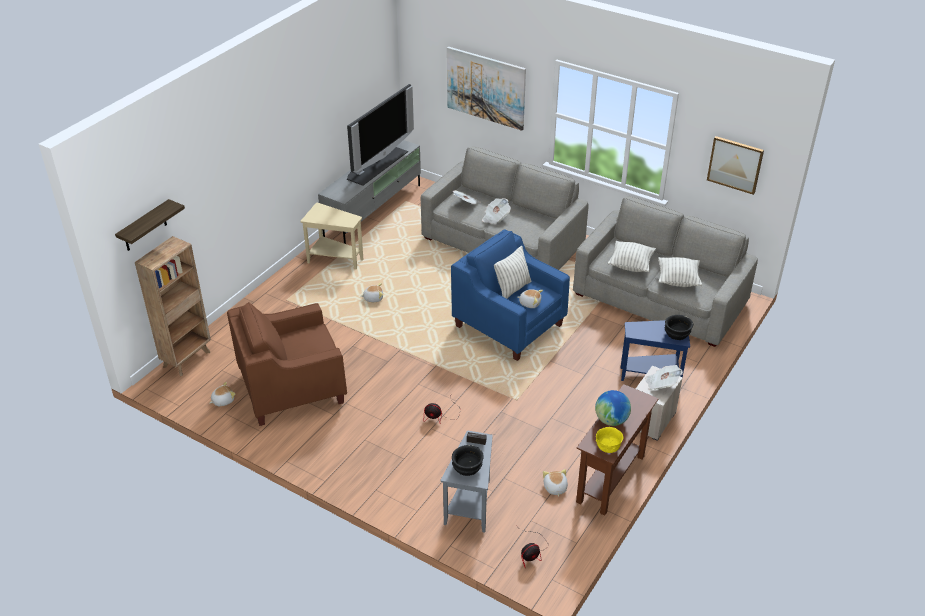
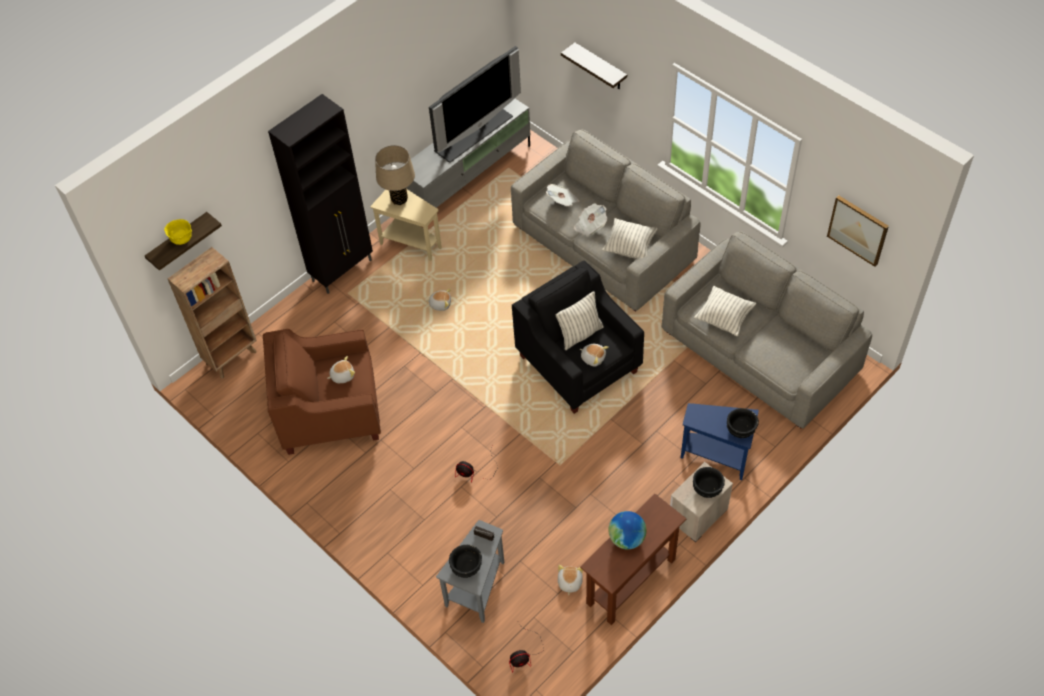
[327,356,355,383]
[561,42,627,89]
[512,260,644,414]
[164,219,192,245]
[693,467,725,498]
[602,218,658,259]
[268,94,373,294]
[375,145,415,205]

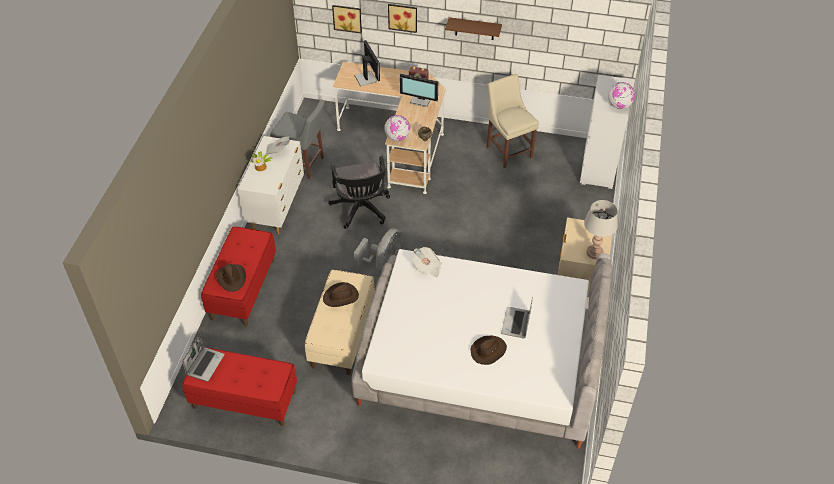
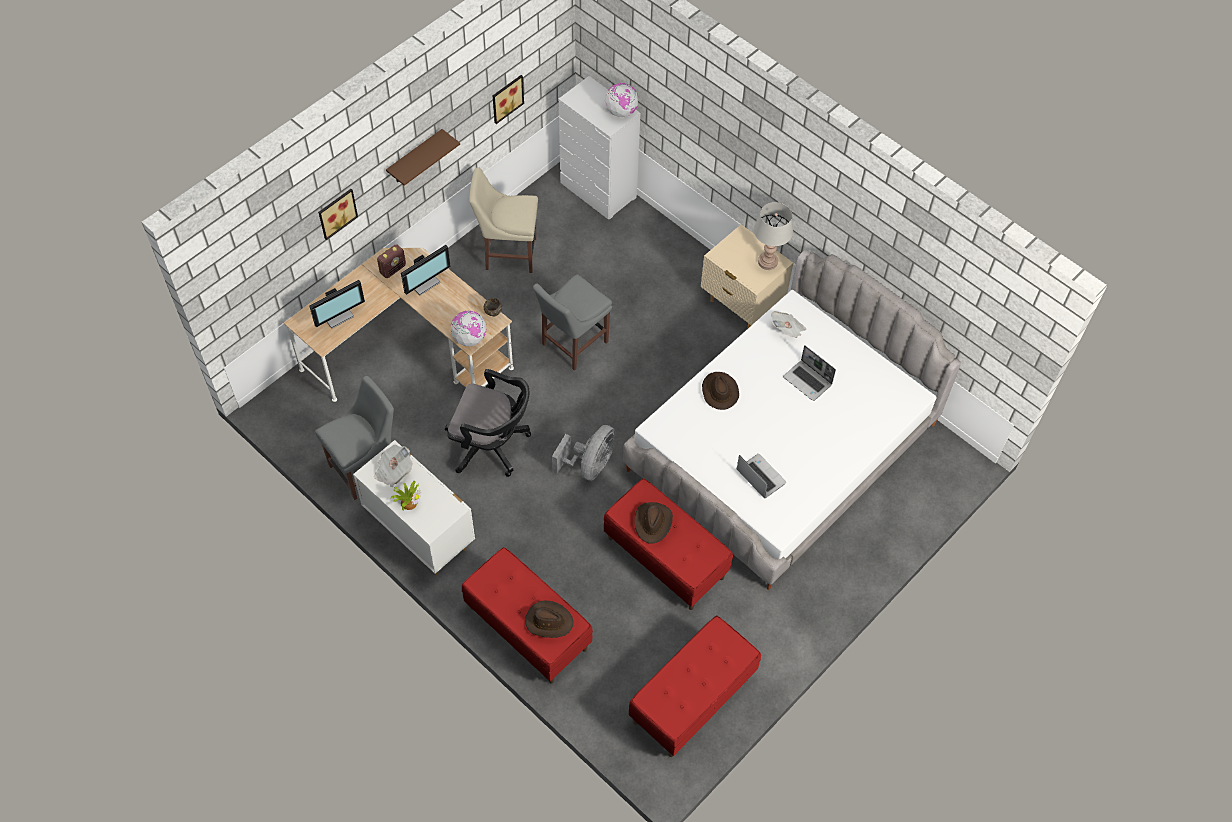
[737,454,786,499]
[604,478,733,610]
[493,75,524,124]
[552,425,615,481]
[309,280,365,329]
[771,311,806,338]
[702,372,739,410]
[533,274,612,371]

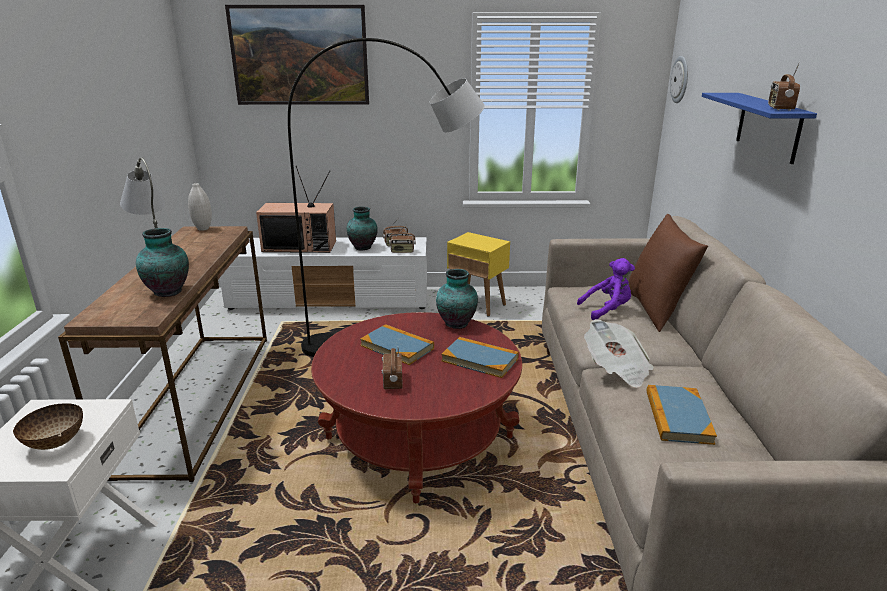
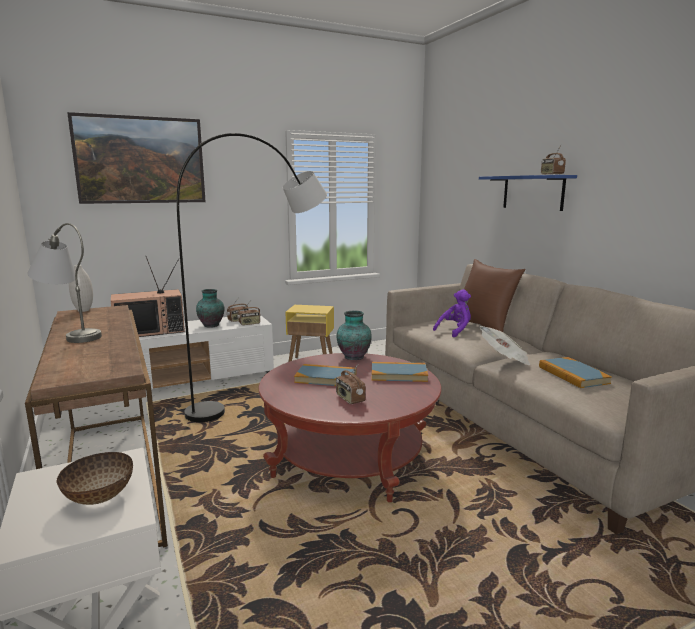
[136,228,189,297] (first image)
[670,56,688,103] (first image)

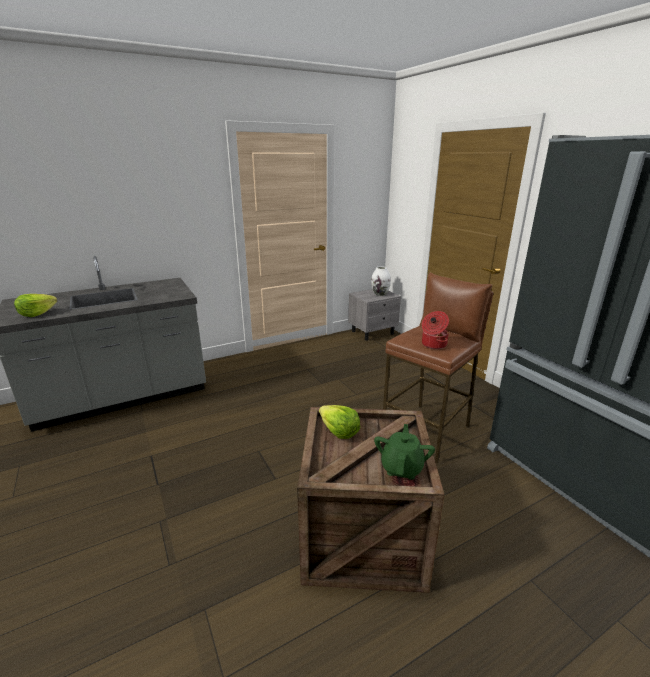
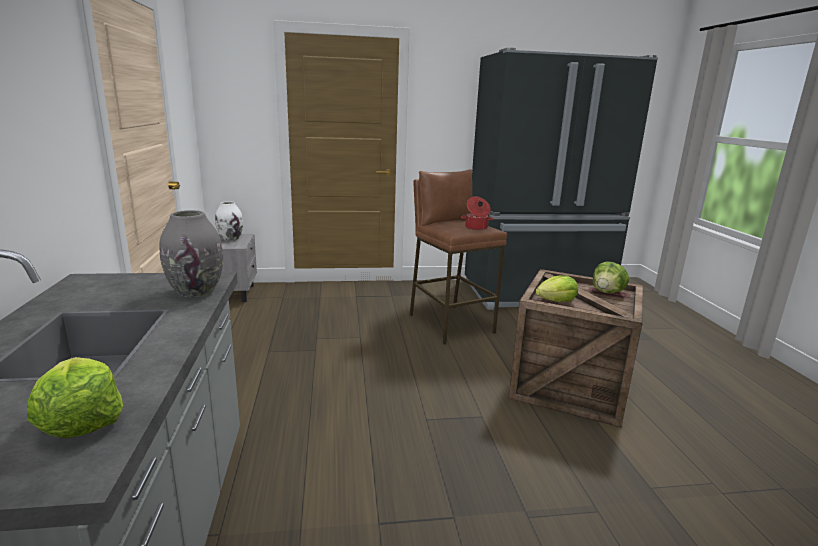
[593,261,629,293]
[160,210,223,297]

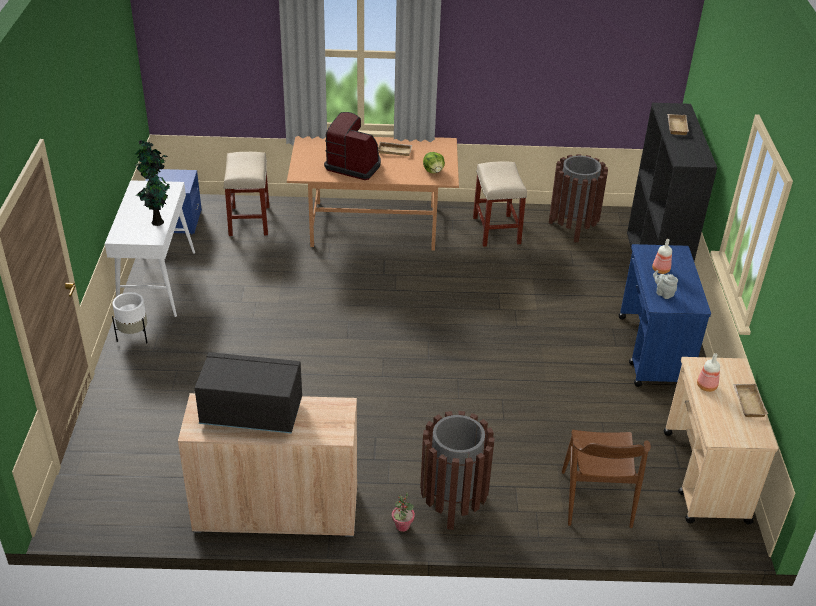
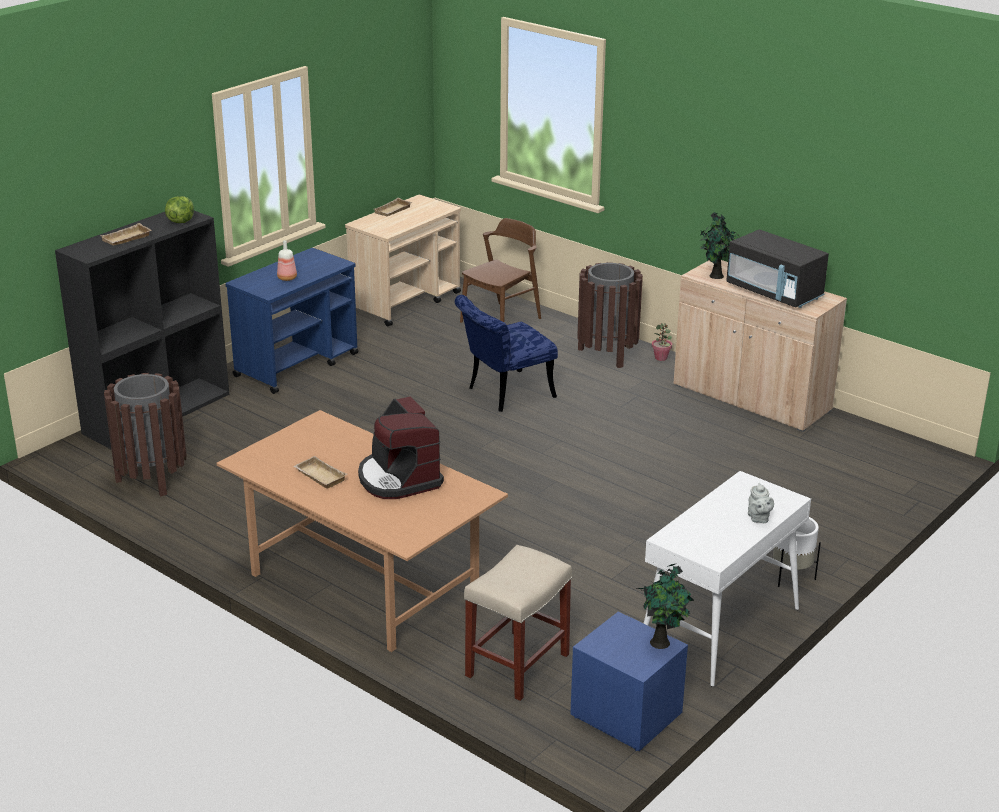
[699,212,740,279]
[165,196,194,223]
[473,161,527,247] (first image)
[748,483,774,523]
[697,353,720,392] (first image)
[455,295,558,412]

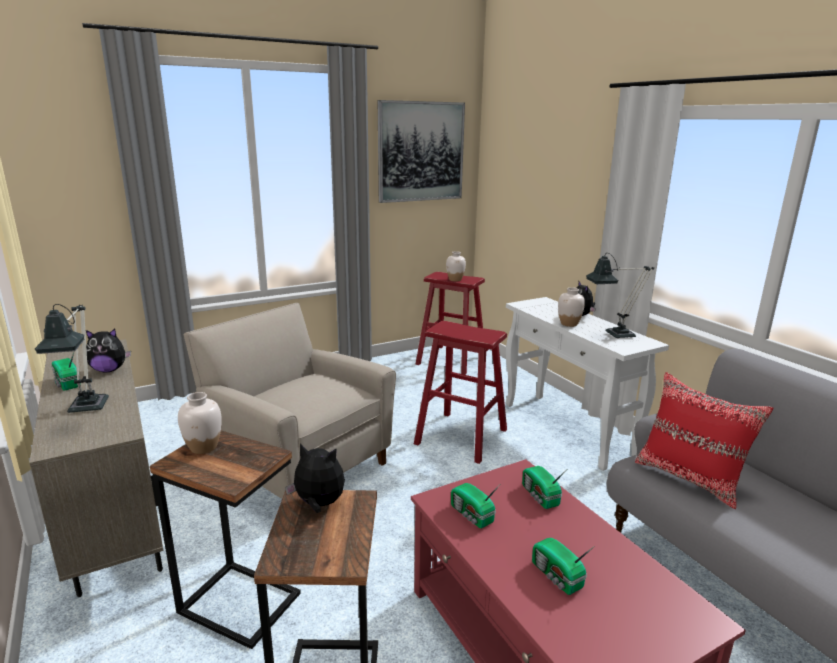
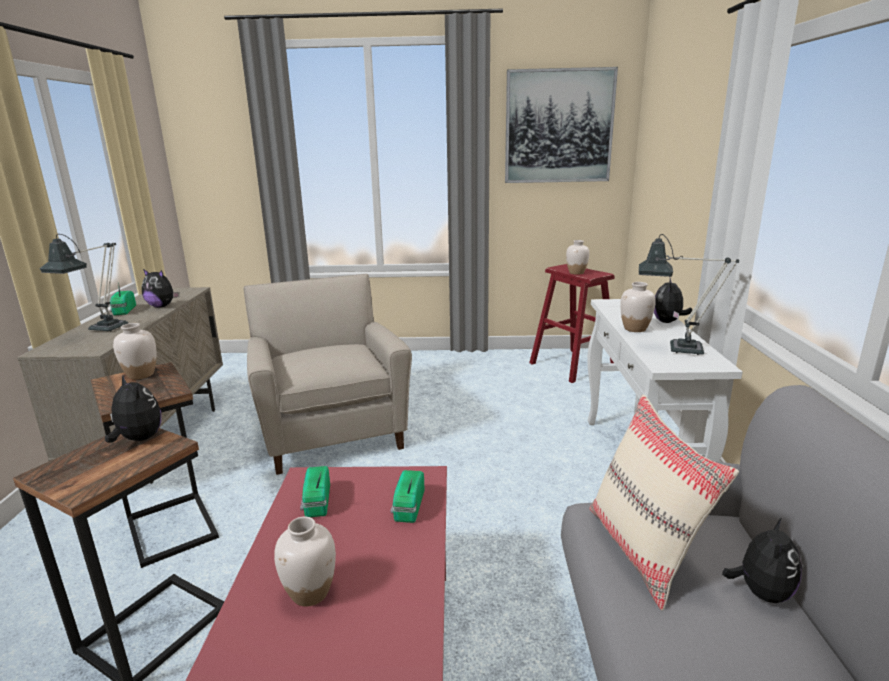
[414,321,507,464] (first image)
[274,516,336,607]
[590,395,739,611]
[722,517,802,603]

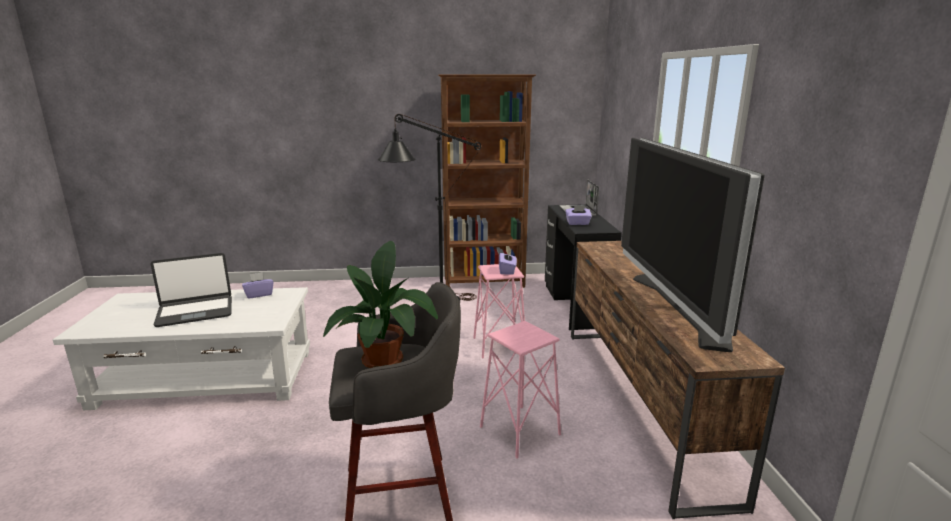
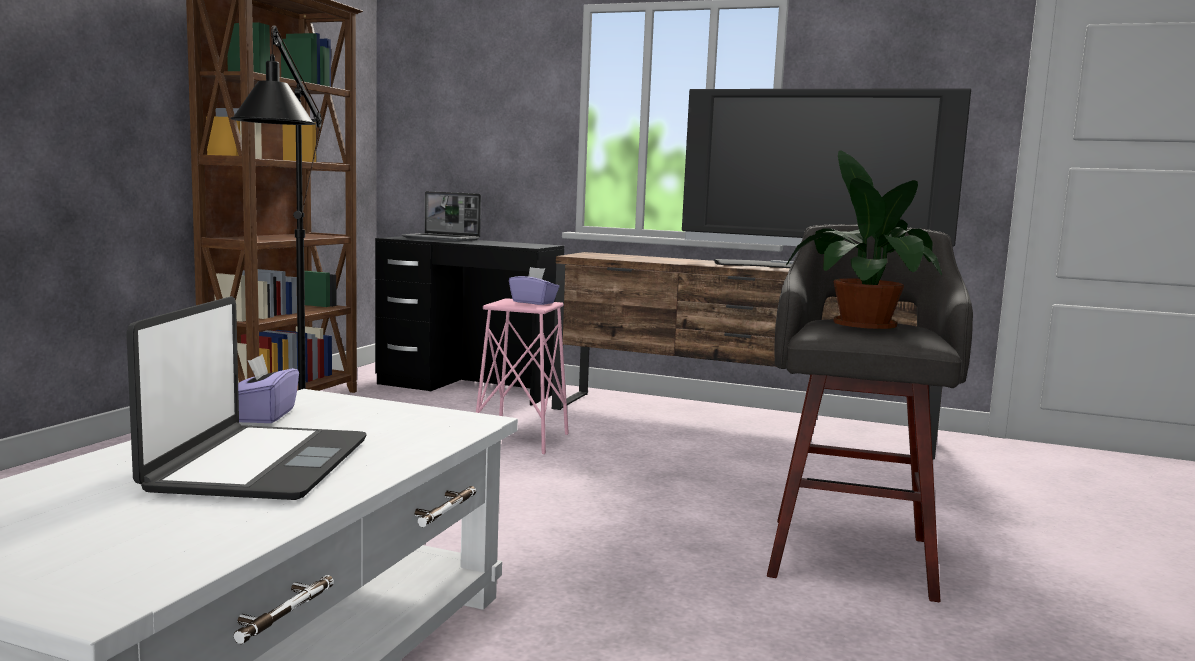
[480,321,561,459] (first image)
[565,206,592,225] (first image)

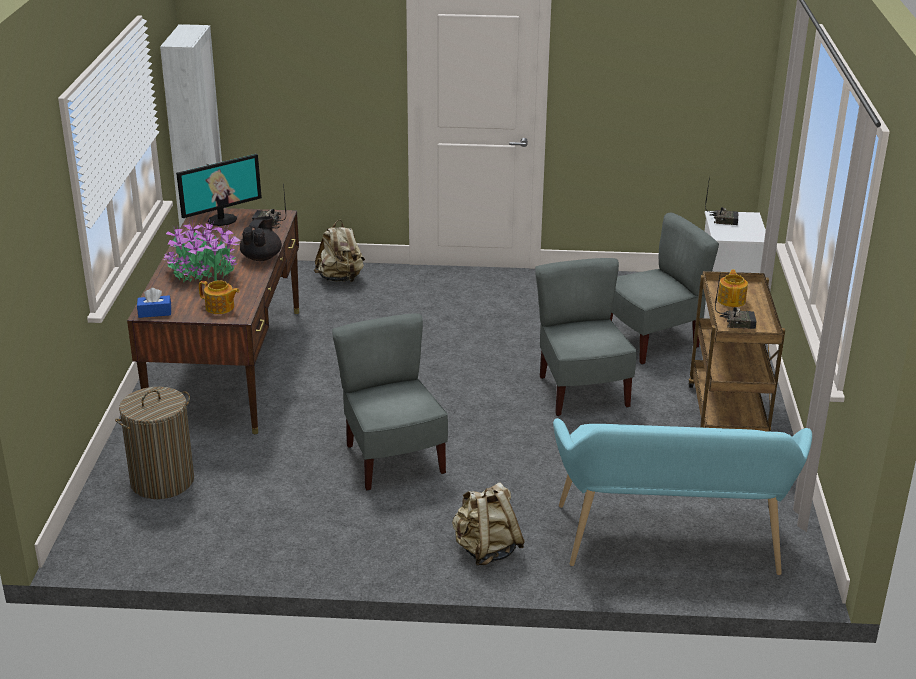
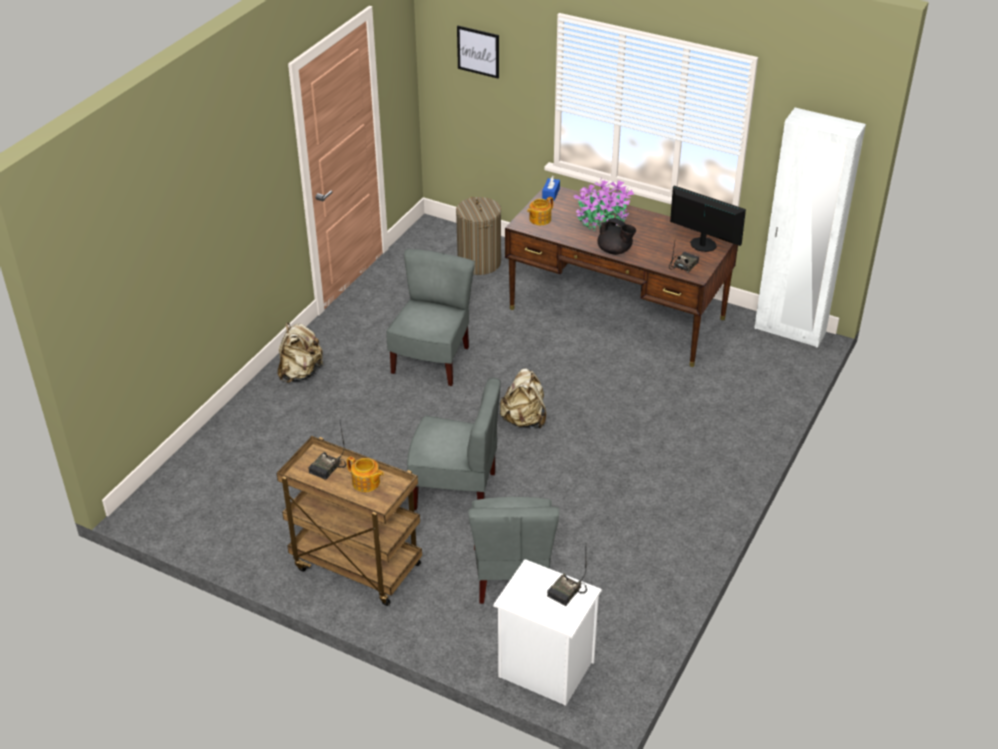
[670,186,746,252]
[500,369,546,428]
[387,249,475,386]
[553,418,812,575] (first image)
[457,26,499,79]

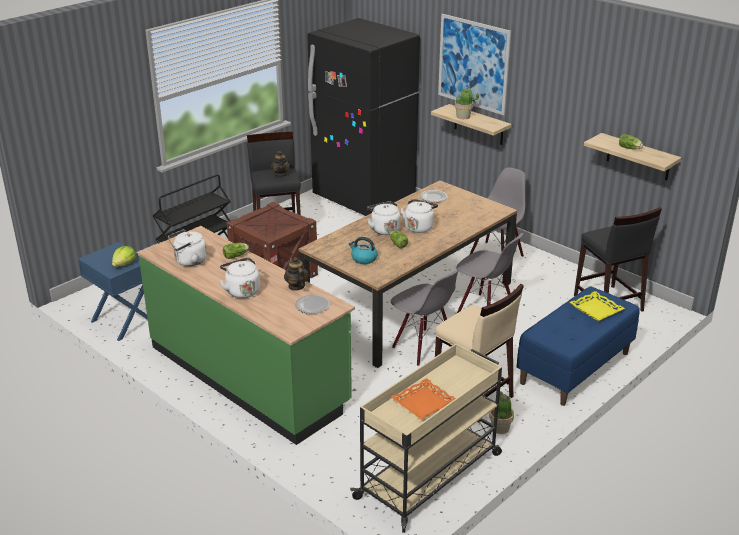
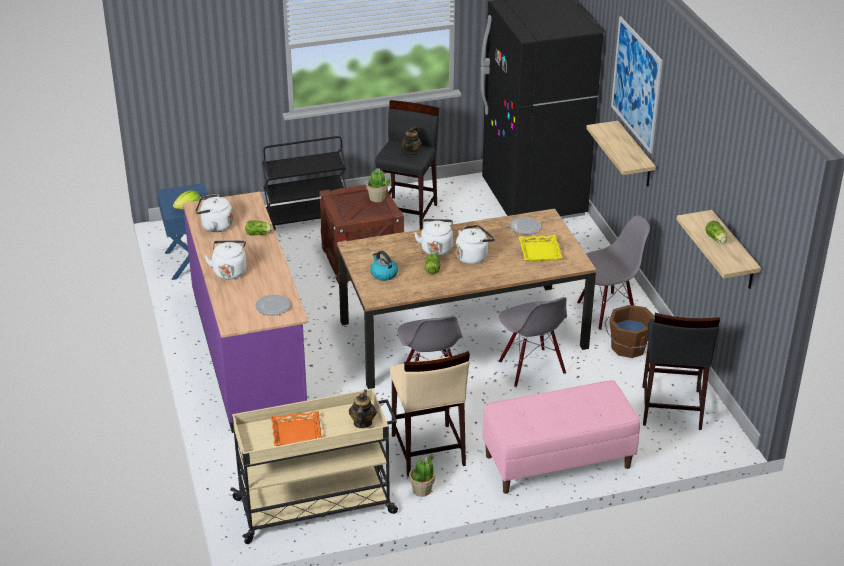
[183,192,308,433]
[349,389,377,428]
[366,168,390,202]
[482,380,640,494]
[519,235,563,262]
[604,305,655,358]

